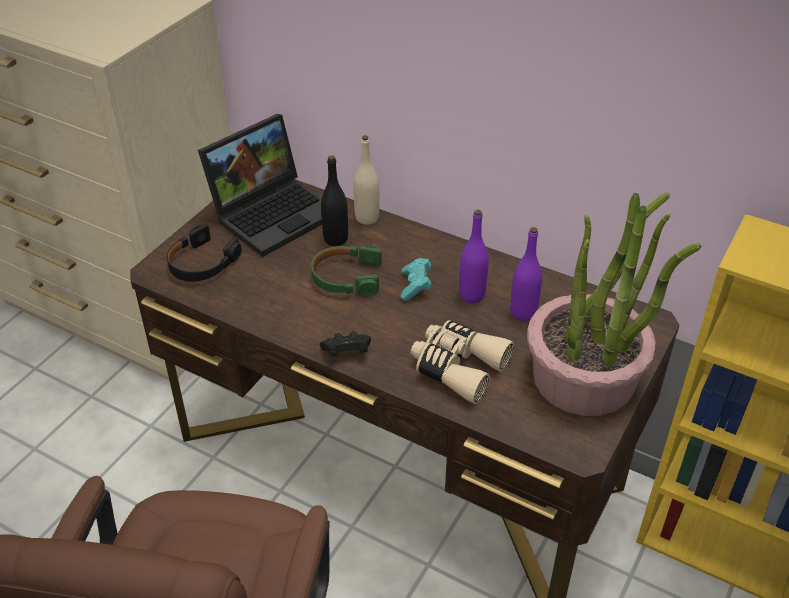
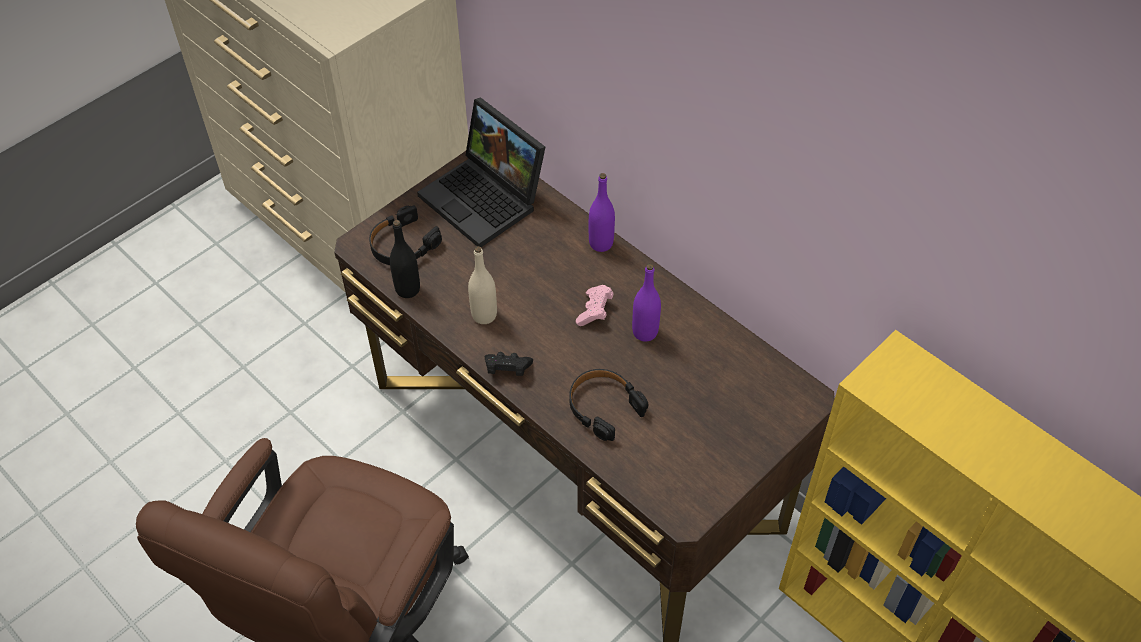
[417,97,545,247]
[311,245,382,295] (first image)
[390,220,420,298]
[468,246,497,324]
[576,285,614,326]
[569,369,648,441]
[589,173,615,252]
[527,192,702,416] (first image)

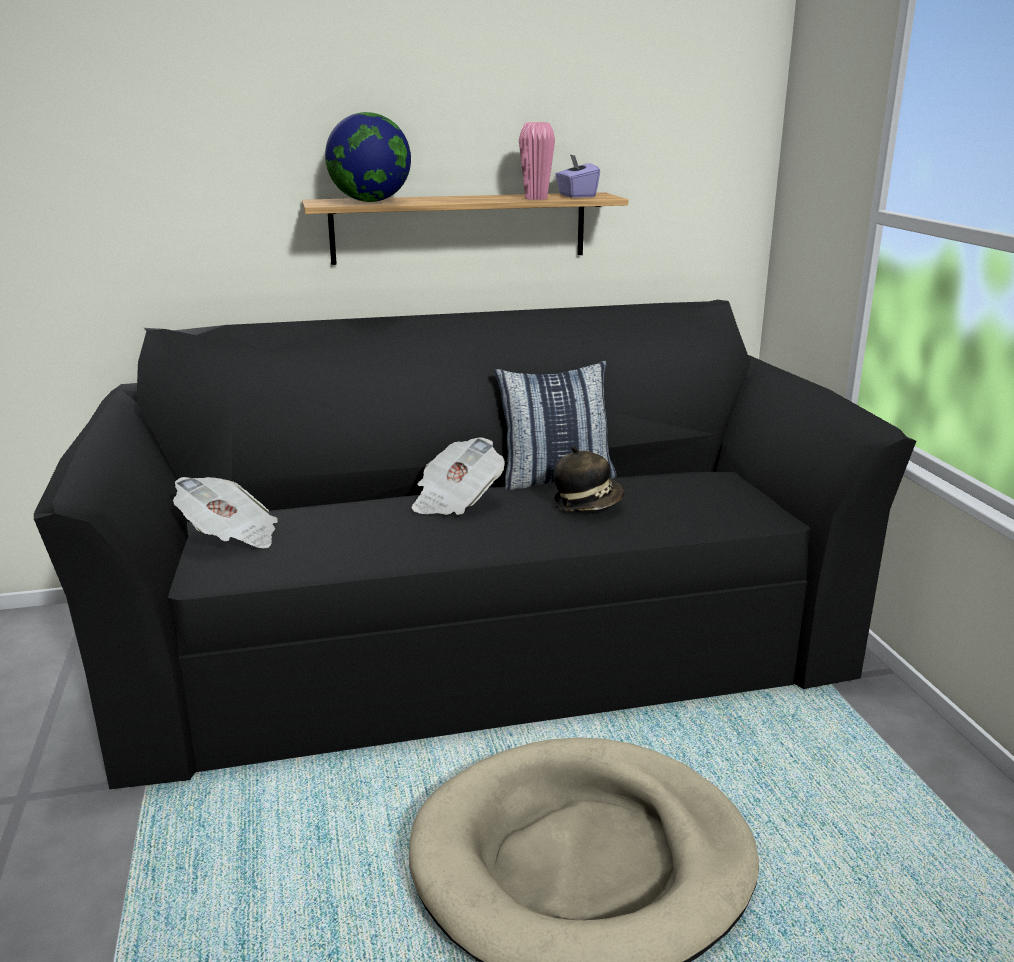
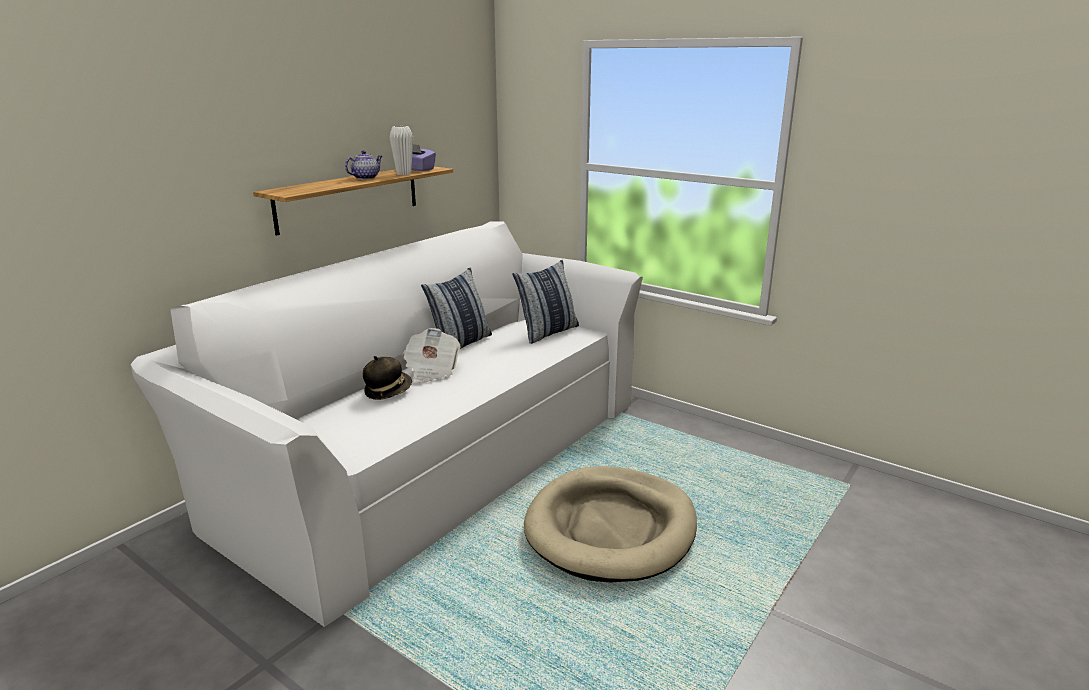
[130,221,643,627]
[173,477,278,549] (first image)
[325,112,411,202] (first image)
[389,126,413,175]
[363,356,412,400]
[345,151,382,180]
[512,260,579,344]

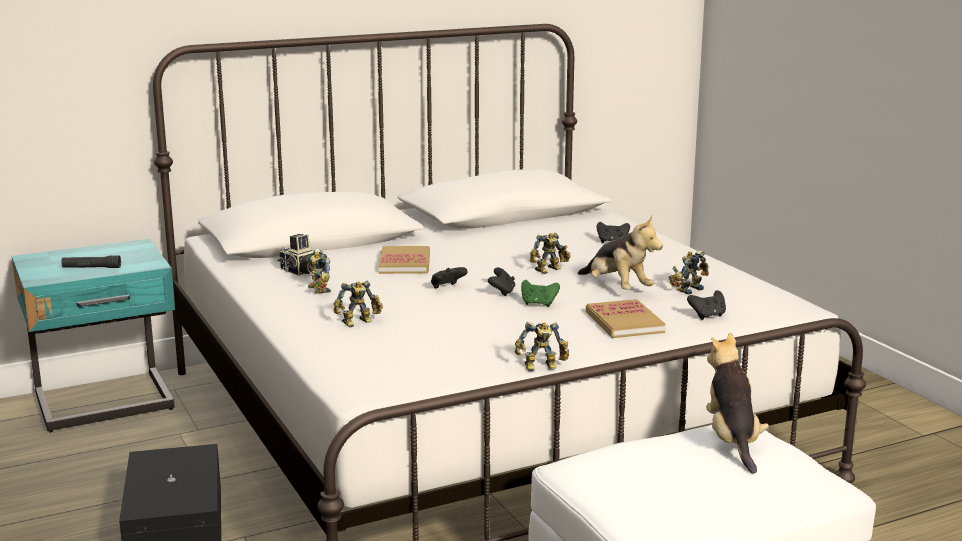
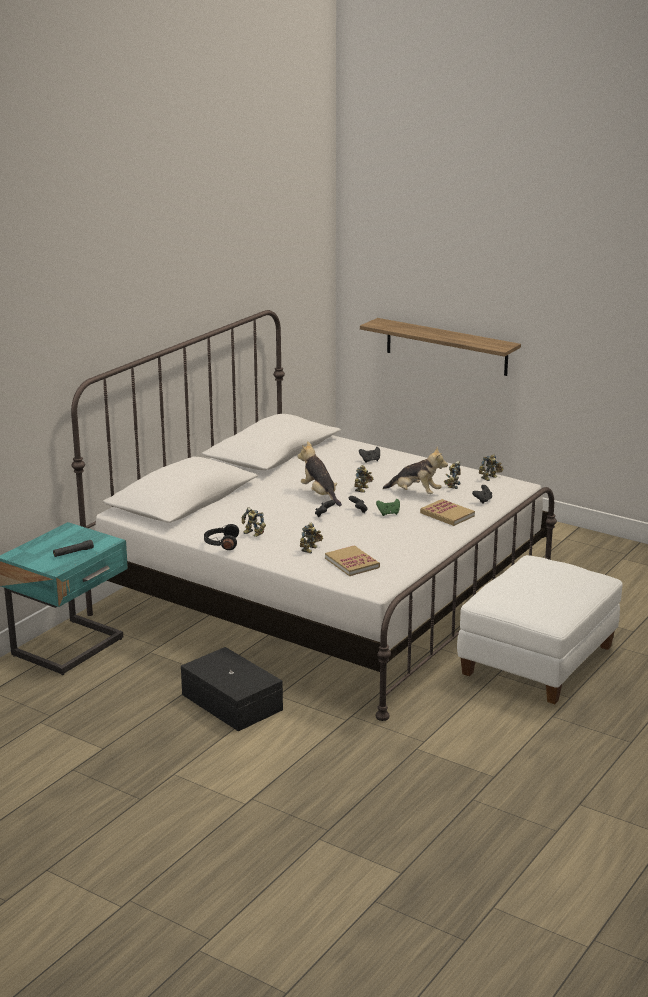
[278,234,314,276] (first image)
[325,545,380,576]
[479,454,504,481]
[298,441,342,506]
[204,524,239,550]
[360,318,521,376]

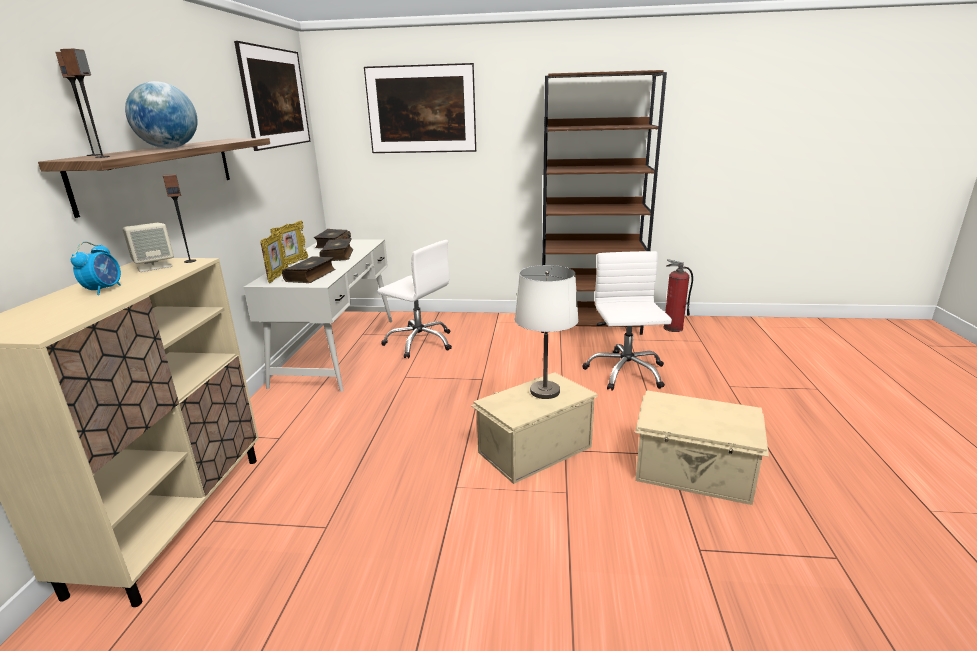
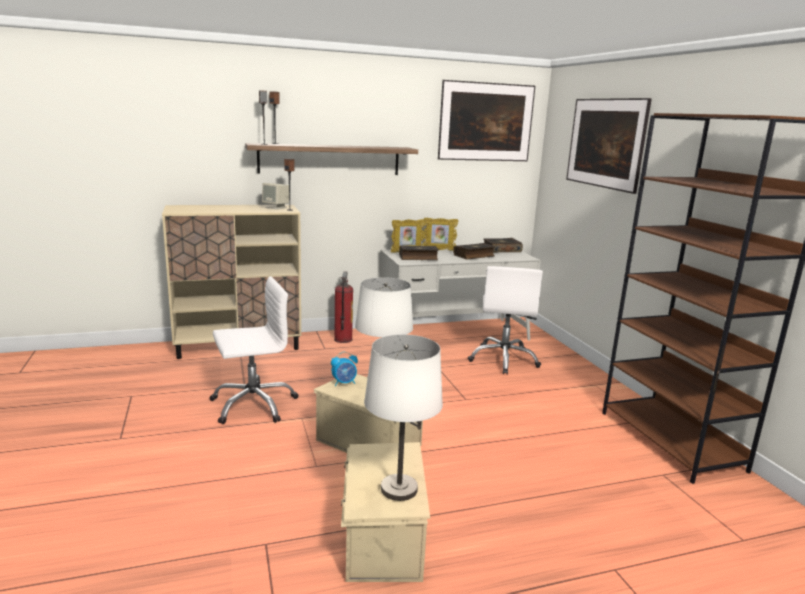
[331,352,358,386]
[125,81,198,148] (first image)
[209,276,299,424]
[334,271,353,343]
[364,334,443,501]

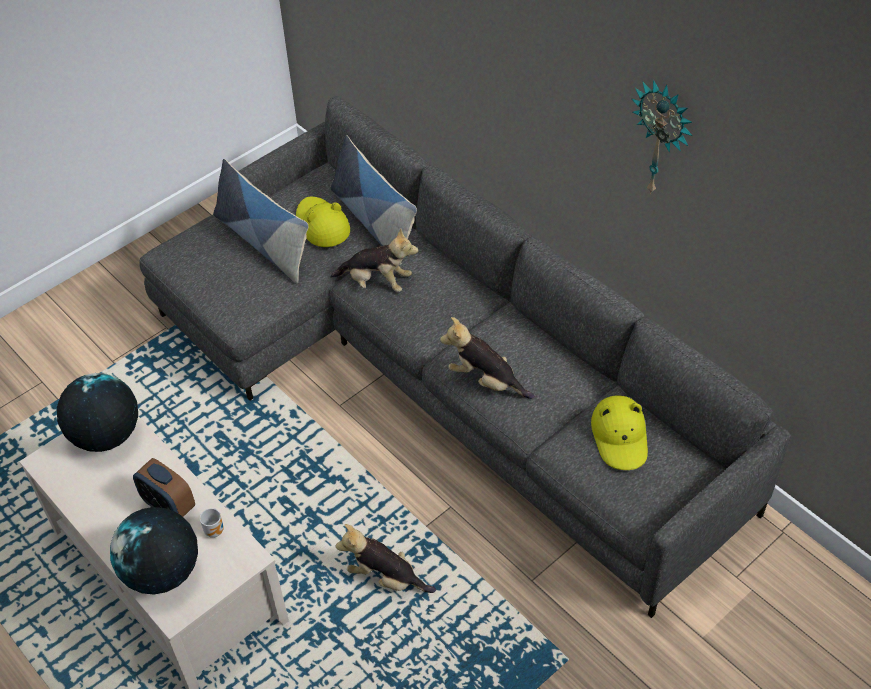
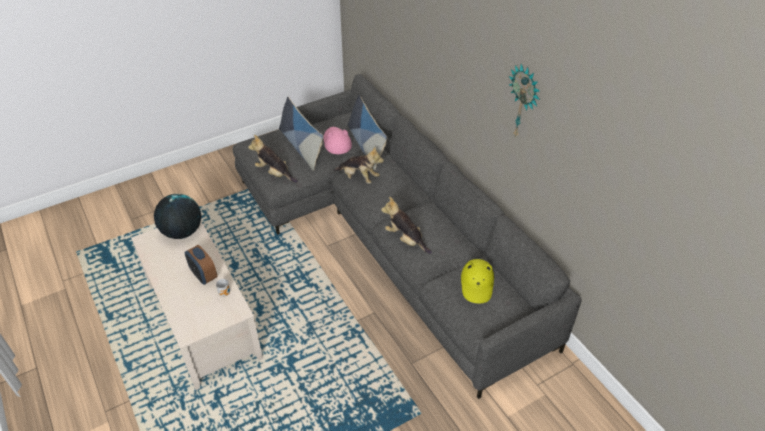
[110,507,198,595] (first image)
[324,127,352,154]
[248,135,298,183]

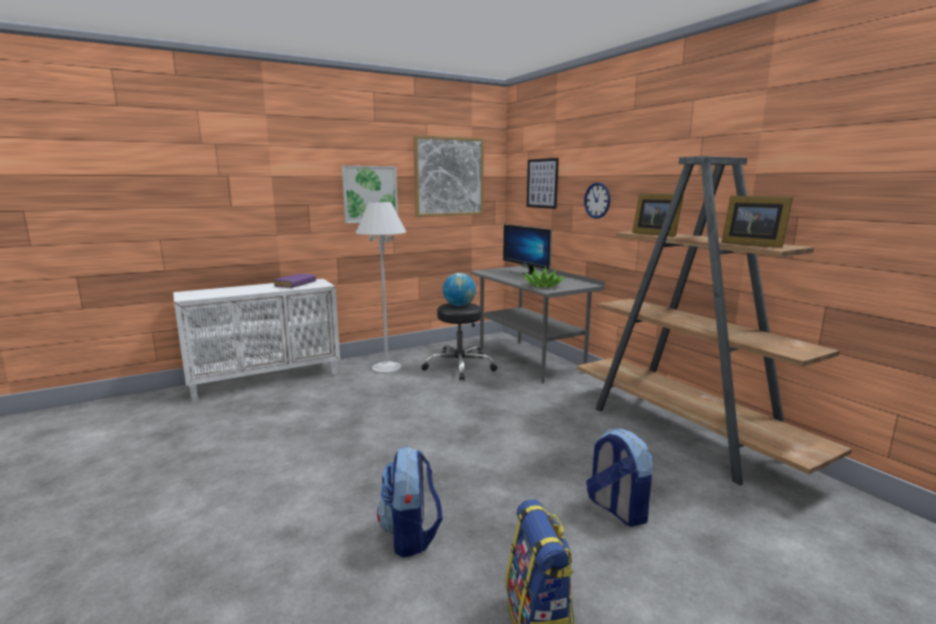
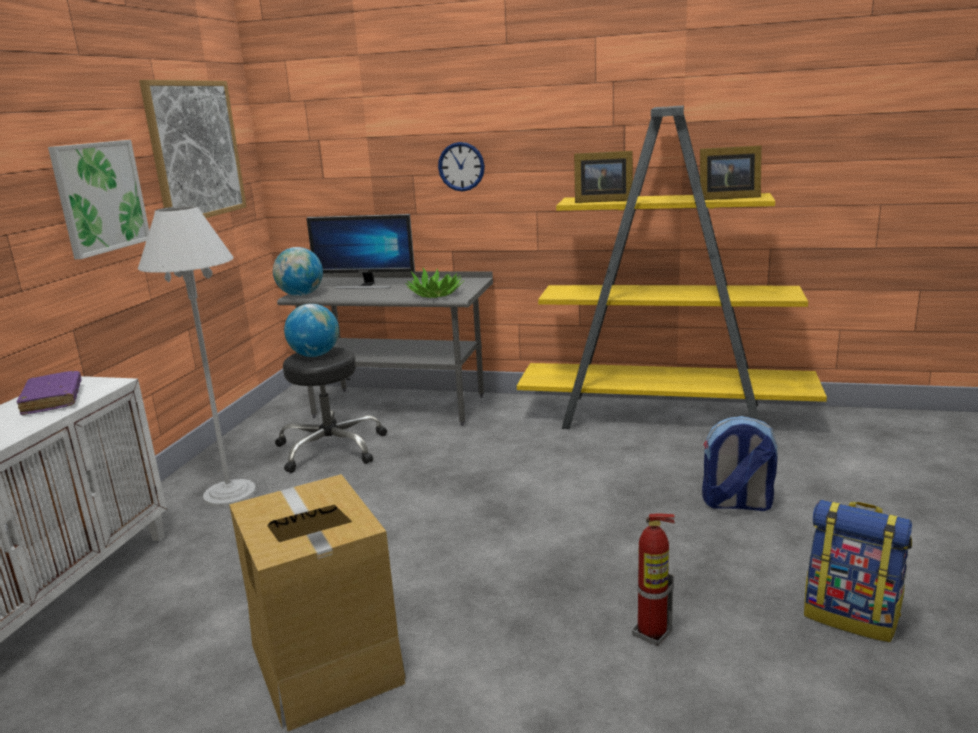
[632,513,675,646]
[527,158,559,209] (first image)
[517,106,827,429]
[229,474,406,731]
[273,247,323,296]

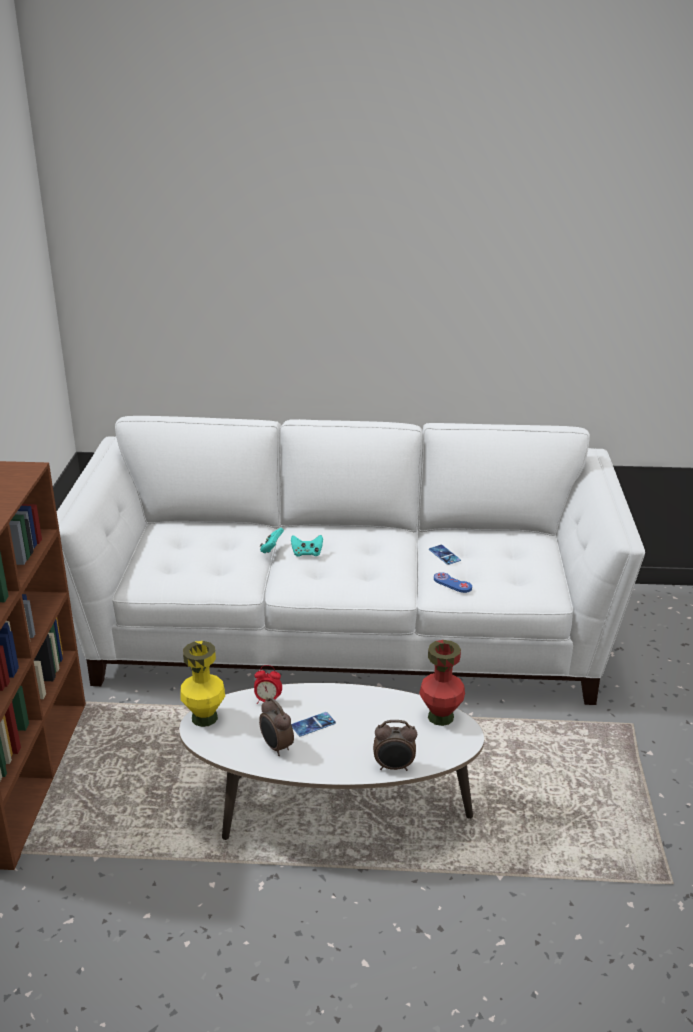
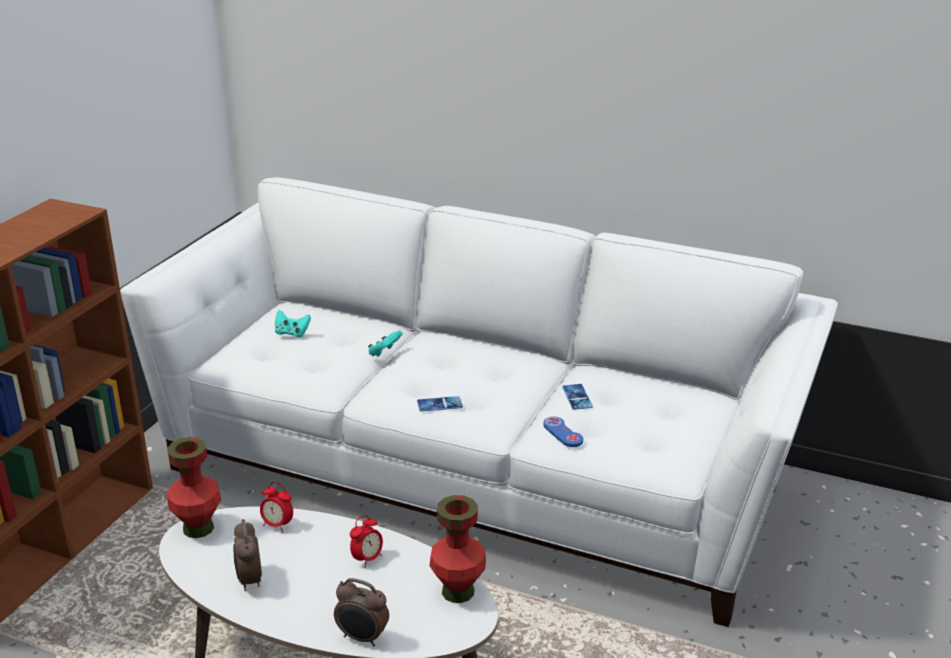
[167,437,221,538]
[275,310,311,338]
[417,396,463,412]
[350,515,383,568]

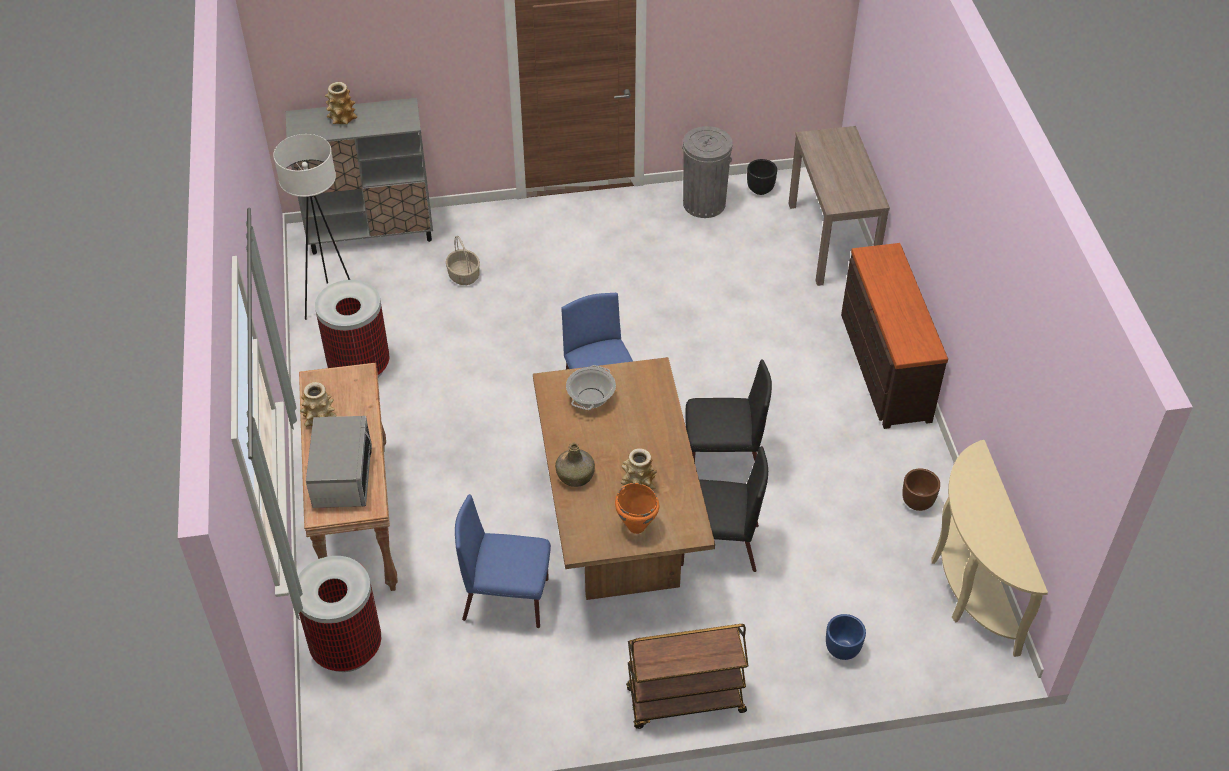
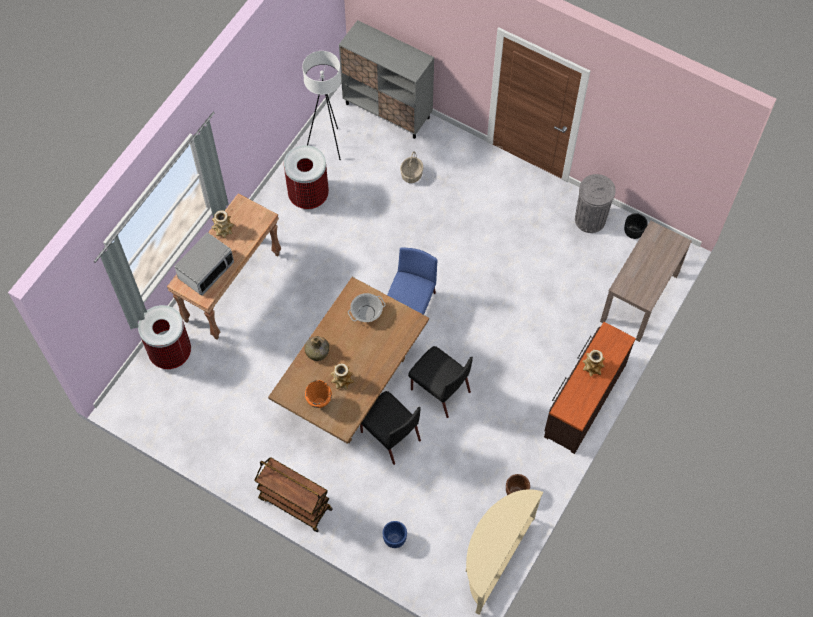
[583,349,605,376]
[455,494,551,628] (first image)

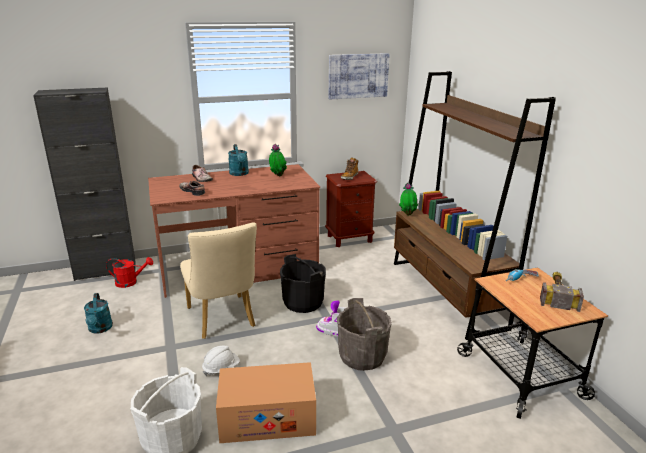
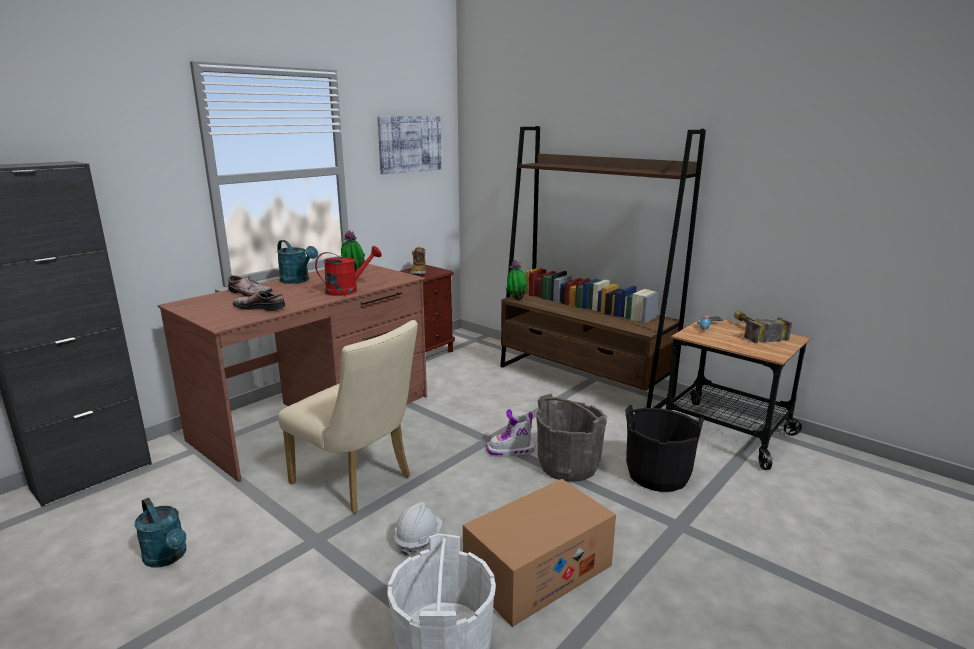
[315,246,382,296]
[626,405,704,492]

